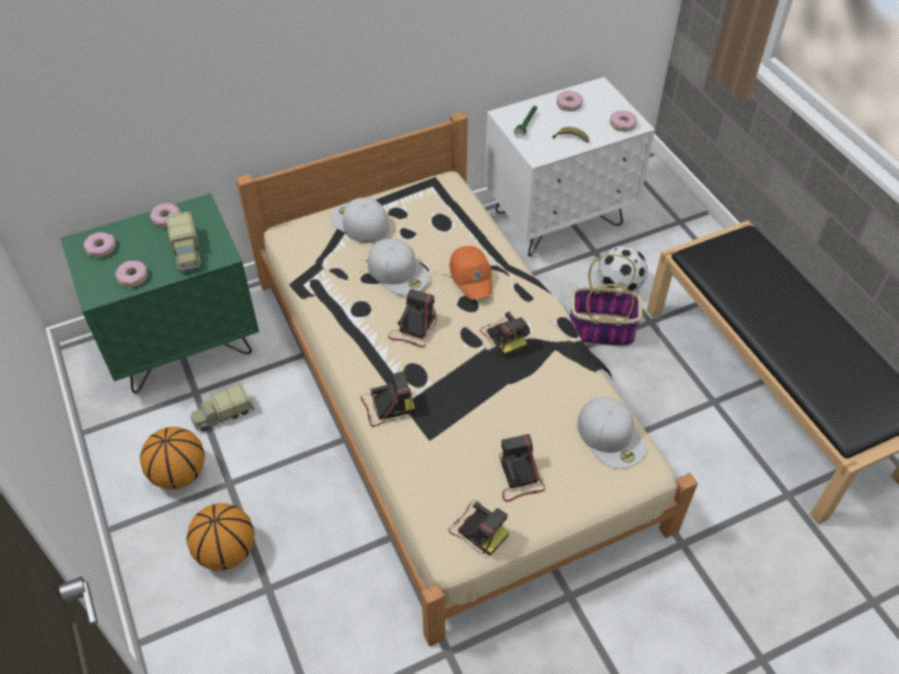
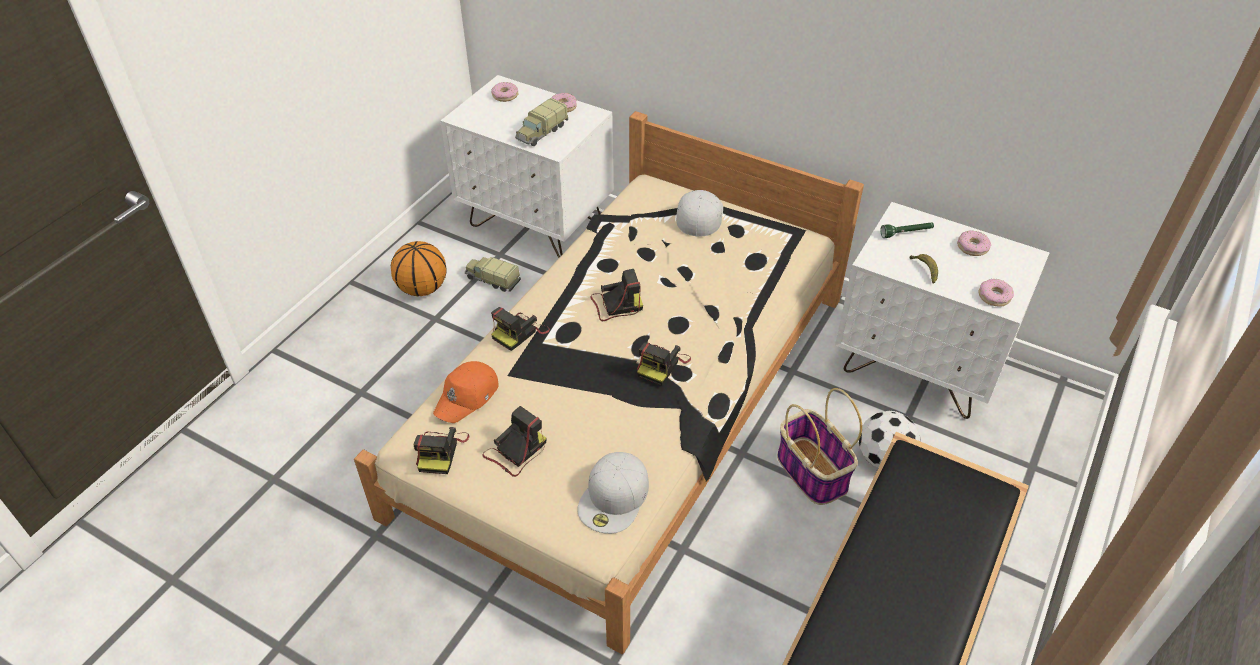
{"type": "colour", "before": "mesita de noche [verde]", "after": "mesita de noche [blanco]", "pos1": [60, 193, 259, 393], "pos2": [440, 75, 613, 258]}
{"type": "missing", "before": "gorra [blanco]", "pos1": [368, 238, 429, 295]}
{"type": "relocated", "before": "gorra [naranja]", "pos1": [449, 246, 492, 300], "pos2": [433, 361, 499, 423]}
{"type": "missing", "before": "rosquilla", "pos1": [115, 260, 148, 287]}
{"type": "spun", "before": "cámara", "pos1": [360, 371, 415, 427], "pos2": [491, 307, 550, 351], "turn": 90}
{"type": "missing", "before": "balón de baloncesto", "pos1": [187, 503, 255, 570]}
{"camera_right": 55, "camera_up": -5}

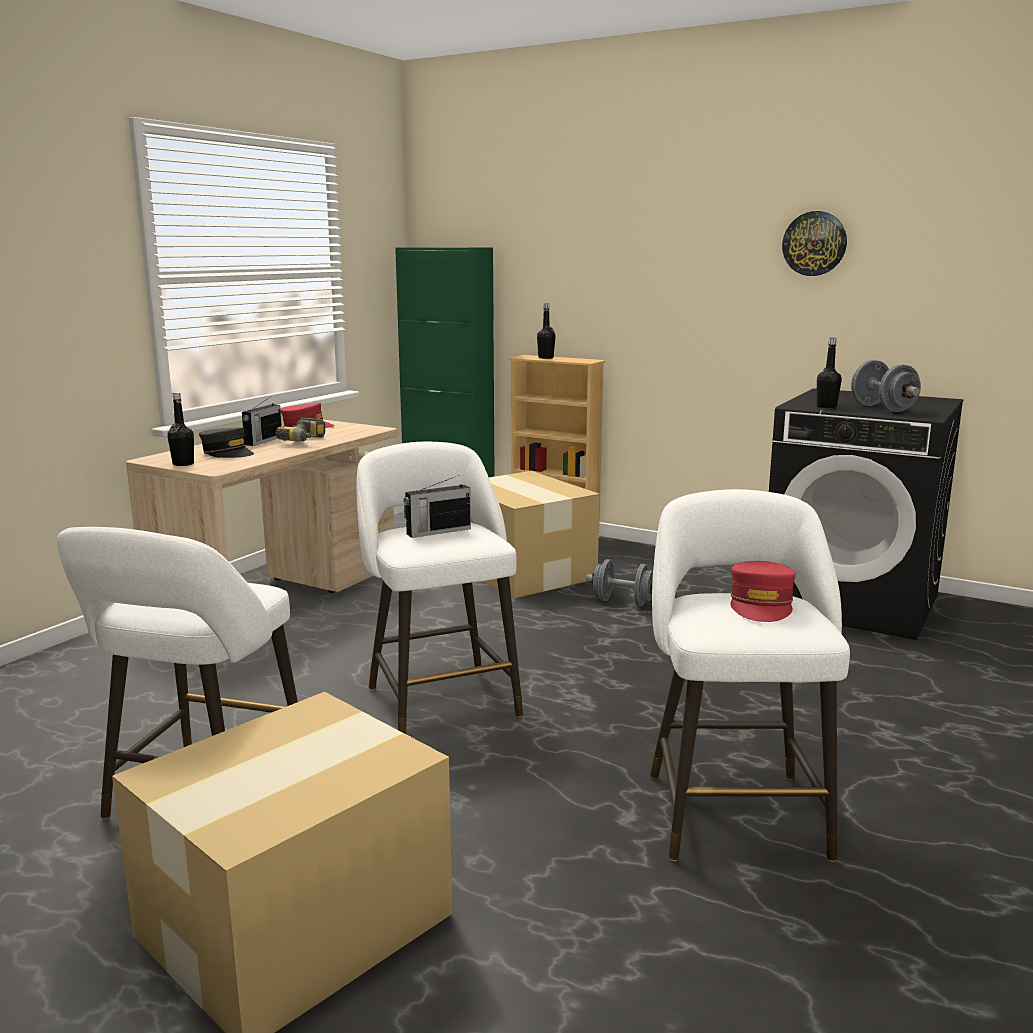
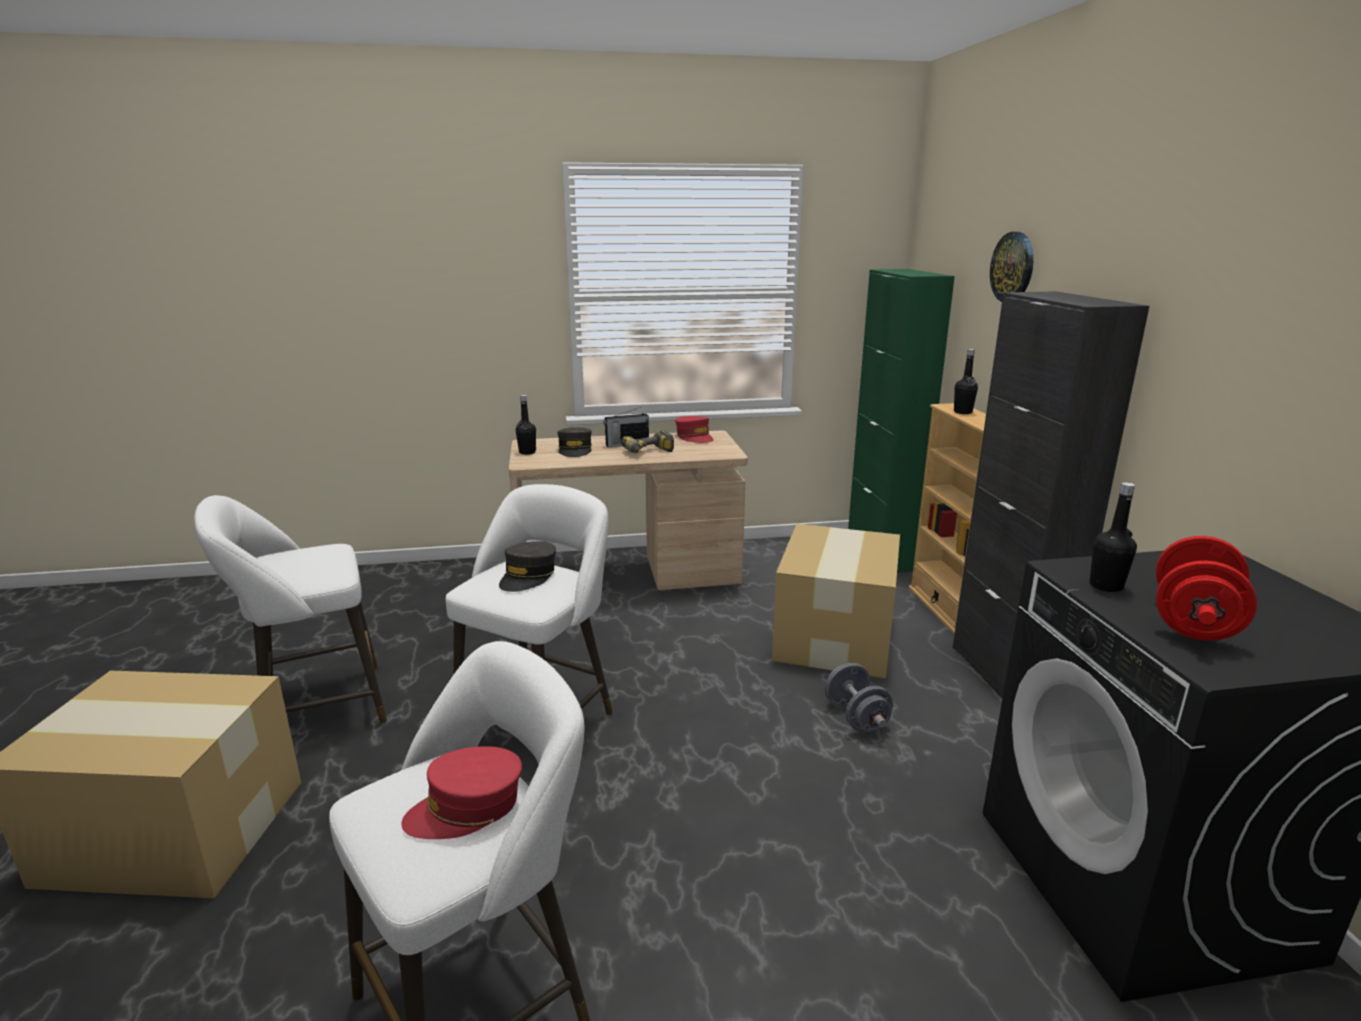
{"type": "relocated", "before": "reloj de pared", "pos1": [782, 211, 847, 276], "pos2": [990, 232, 1033, 302]}
{"type": "colour", "before": "mancuerna [gris]", "after": "mancuerna [rojo]", "pos1": [851, 360, 921, 412], "pos2": [1156, 536, 1257, 641]}
{"type": "exchanged", "before": "radio", "after": "gorra [gris]", "pos1": [404, 475, 471, 538], "pos2": [499, 541, 556, 592]}
{"type": "appeared", "after": "armario [negro]", "pos2": [953, 291, 1149, 698]}
{"camera_right": 50, "camera_up": 5}

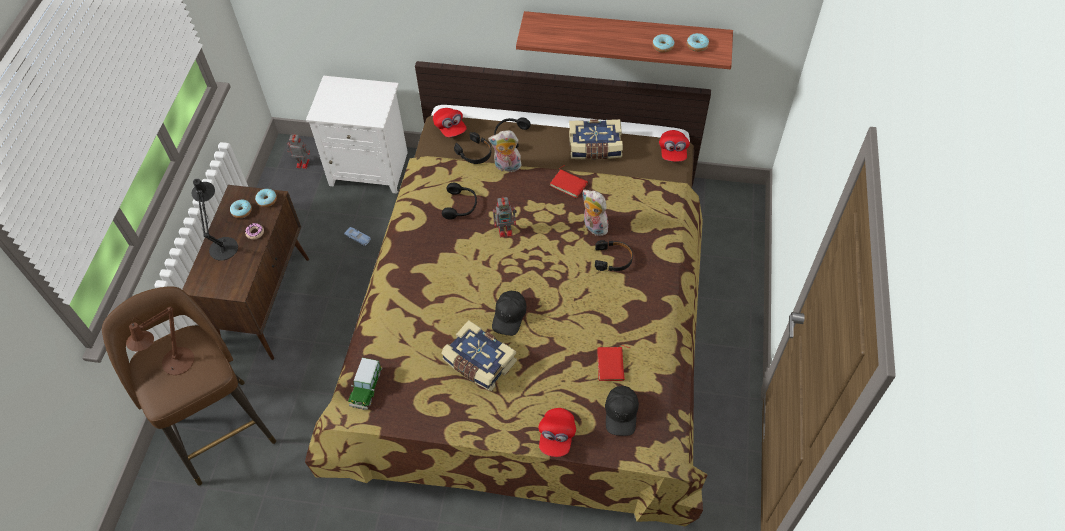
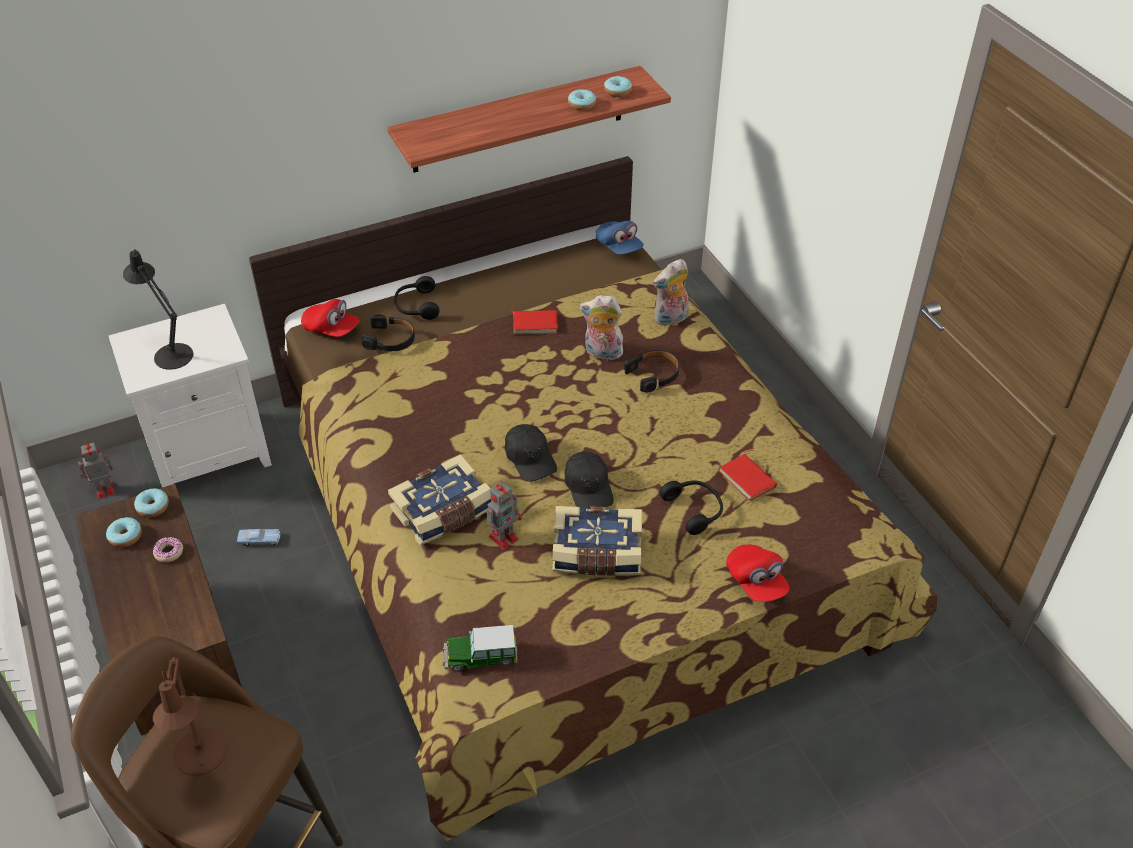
{"type": "relocated", "before": "libro", "pos1": [569, 119, 623, 160], "pos2": [388, 454, 491, 545]}
{"type": "relocated", "before": "peluche", "pos1": [488, 130, 523, 172], "pos2": [653, 259, 689, 326]}
{"type": "colour", "before": "gorra [rojo]", "after": "gorra [azul]", "pos1": [659, 130, 690, 162], "pos2": [595, 221, 644, 254]}
{"type": "relocated", "before": "lámpara de mesa [negro]", "pos1": [192, 178, 238, 261], "pos2": [123, 249, 194, 370]}
{"type": "relocated", "before": "auriculares [negro]", "pos1": [442, 183, 477, 220], "pos2": [660, 481, 723, 535]}
{"type": "relocated", "before": "robot de juguete", "pos1": [493, 197, 517, 237], "pos2": [486, 481, 522, 550]}
{"type": "spun", "before": "coche de juguete", "pos1": [348, 358, 382, 410], "pos2": [443, 625, 518, 672], "turn": 105}
{"type": "relocated", "before": "gorra [negro]", "pos1": [605, 386, 639, 436], "pos2": [505, 424, 557, 482]}
{"camera_right": -35, "camera_up": -10}

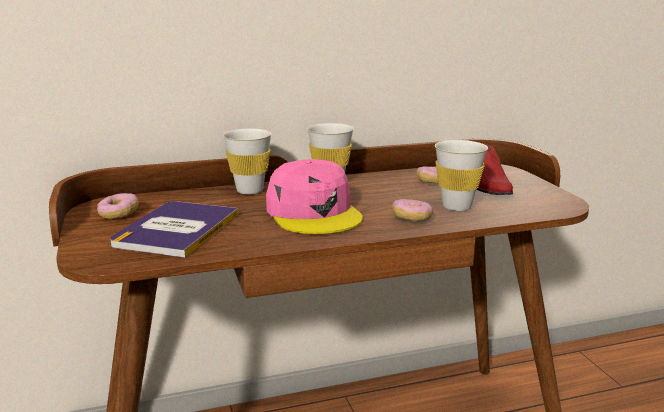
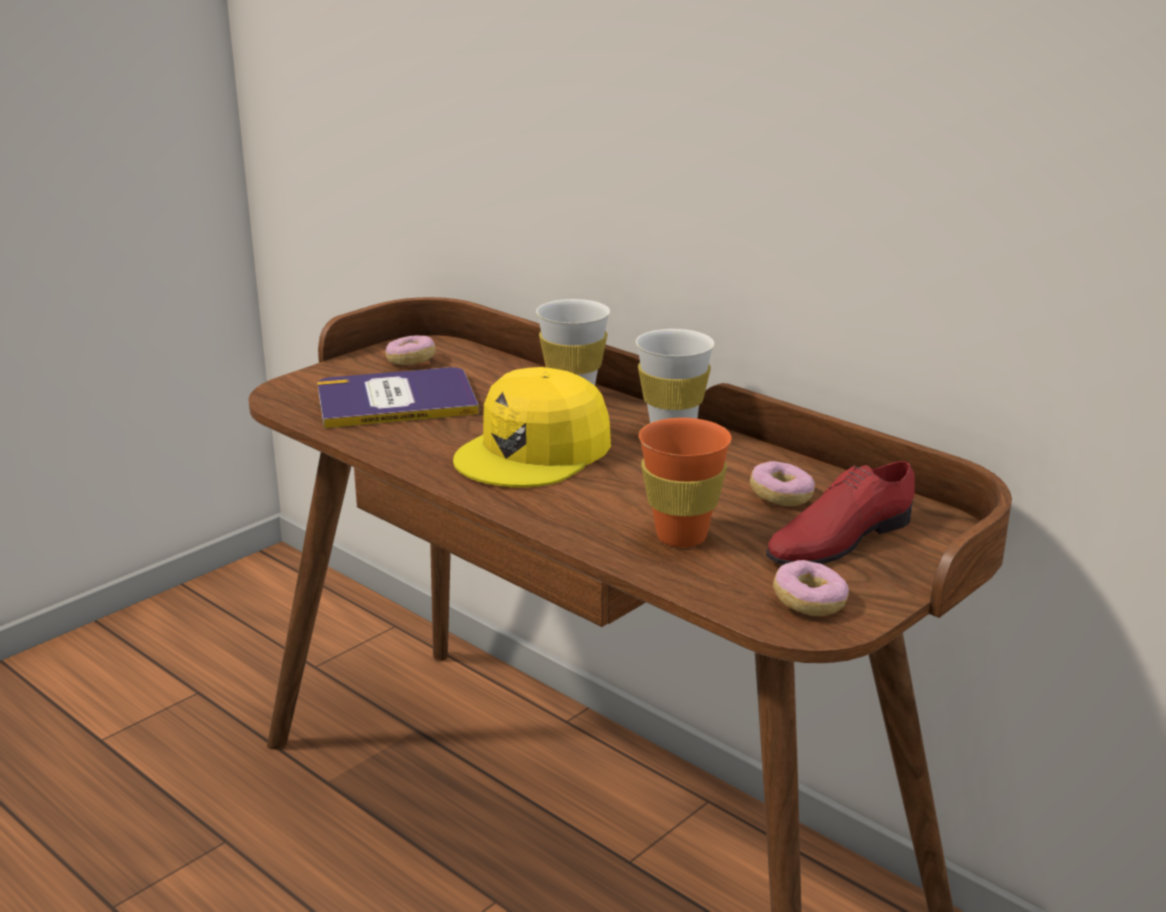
{"type": "colour", "before": "taza [blanco]", "after": "taza [naranja]", "pos1": [435, 140, 488, 211], "pos2": [639, 418, 732, 547]}
{"type": "colour", "before": "gorra [rosa]", "after": "gorra [amarillo]", "pos1": [266, 159, 363, 234], "pos2": [453, 367, 611, 487]}
{"type": "relocated", "before": "rosquilla", "pos1": [392, 199, 433, 221], "pos2": [773, 560, 849, 616]}
{"camera_right": 60, "camera_up": 5}

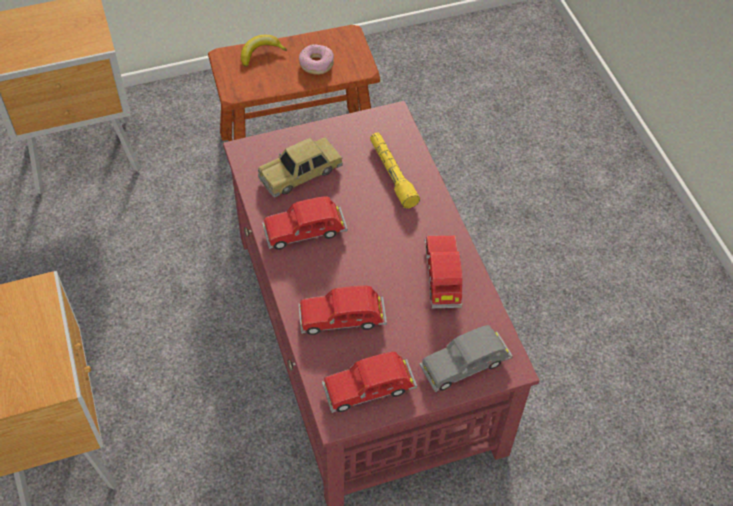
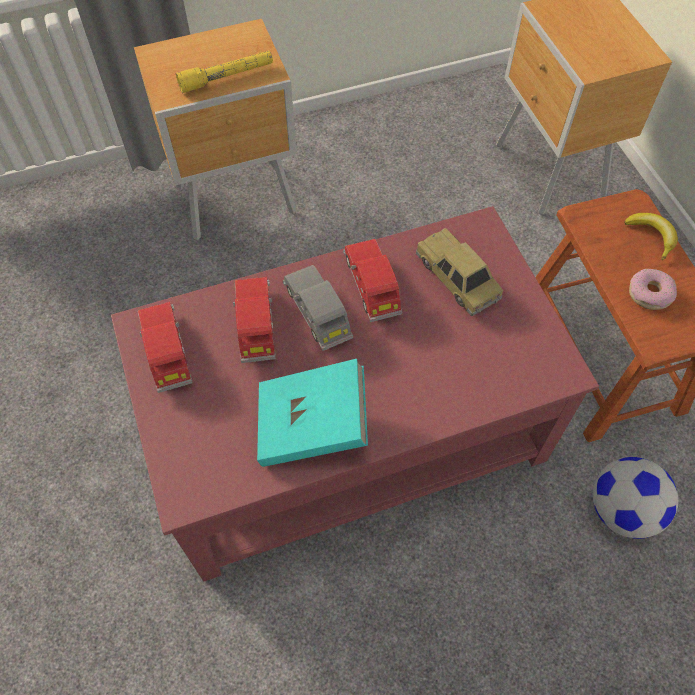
{"type": "relocated", "before": "linterna [amarillo]", "pos1": [370, 133, 420, 209], "pos2": [176, 51, 273, 93]}
{"type": "exchanged", "before": "coche de juguete [rojo]", "after": "libro [turquesa]", "pos1": [424, 235, 463, 308], "pos2": [257, 359, 368, 467]}
{"type": "relocated", "before": "coche de juguete [gris]", "pos1": [420, 325, 513, 392], "pos2": [282, 265, 354, 351]}
{"type": "appeared", "after": "balón de fútbol", "pos2": [592, 457, 679, 539]}
{"camera_right": 90, "camera_up": 5}

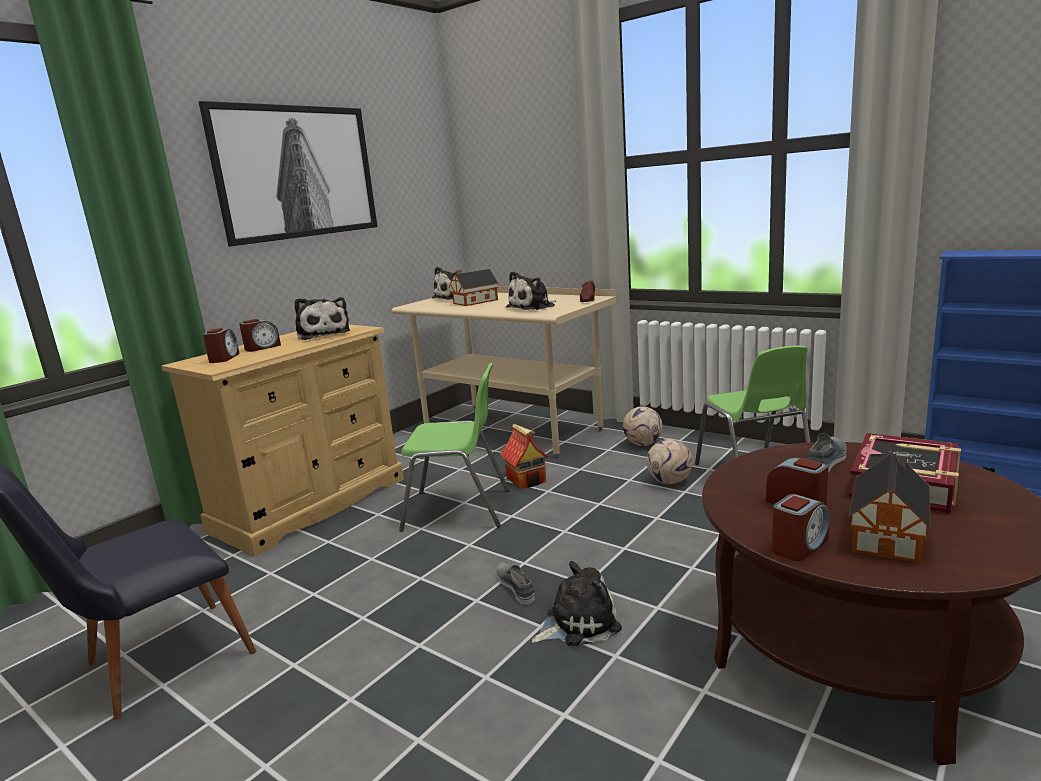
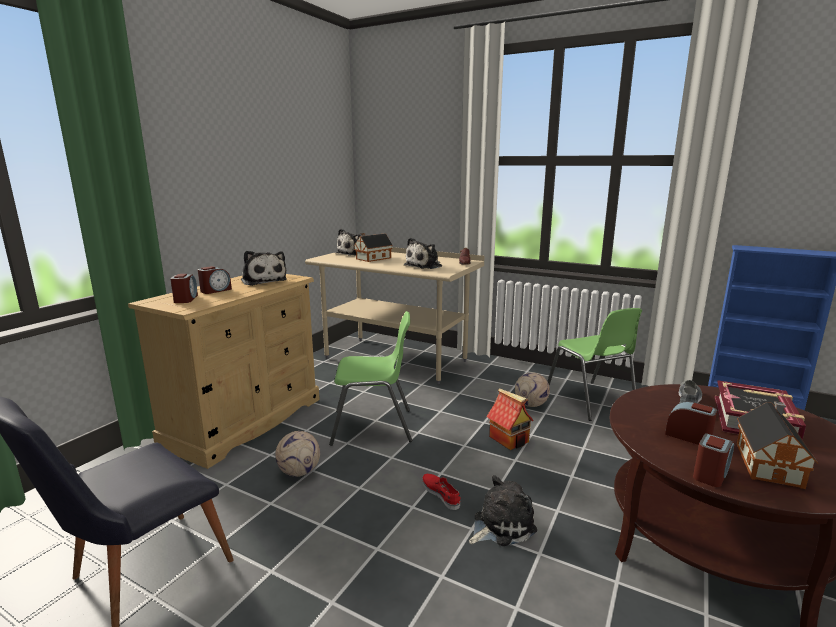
{"type": "missing", "before": "cuadro", "pos1": [199, 101, 378, 246]}
{"type": "relocated", "before": "balón de fútbol", "pos1": [623, 406, 663, 446], "pos2": [275, 431, 320, 477]}
{"type": "relocated", "before": "casita", "pos1": [500, 424, 548, 489], "pos2": [486, 388, 534, 450]}
{"type": "colour", "before": "zapato [gris]", "after": "zapato [rojo]", "pos1": [496, 562, 535, 605], "pos2": [422, 474, 461, 510]}
{"camera_right": -10, "camera_up": 0}

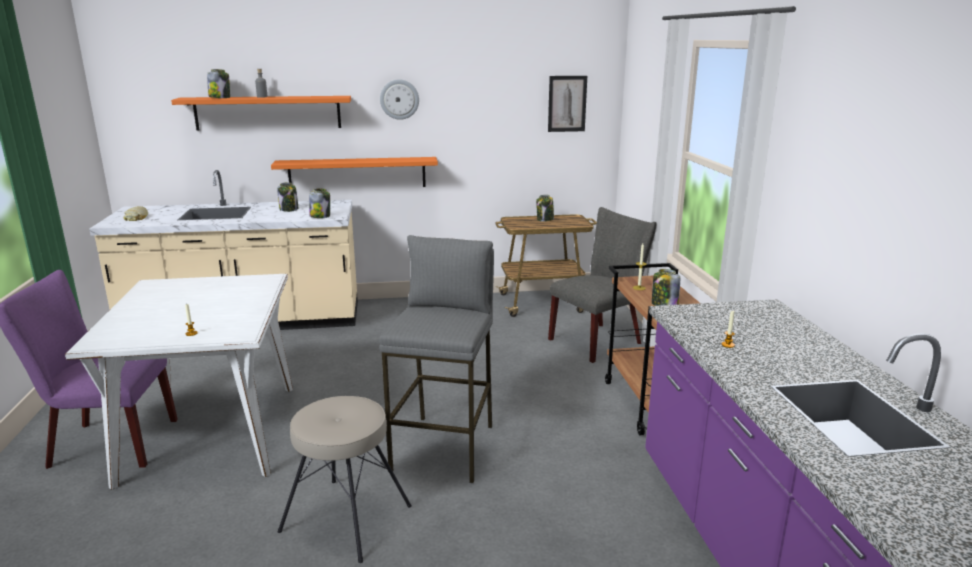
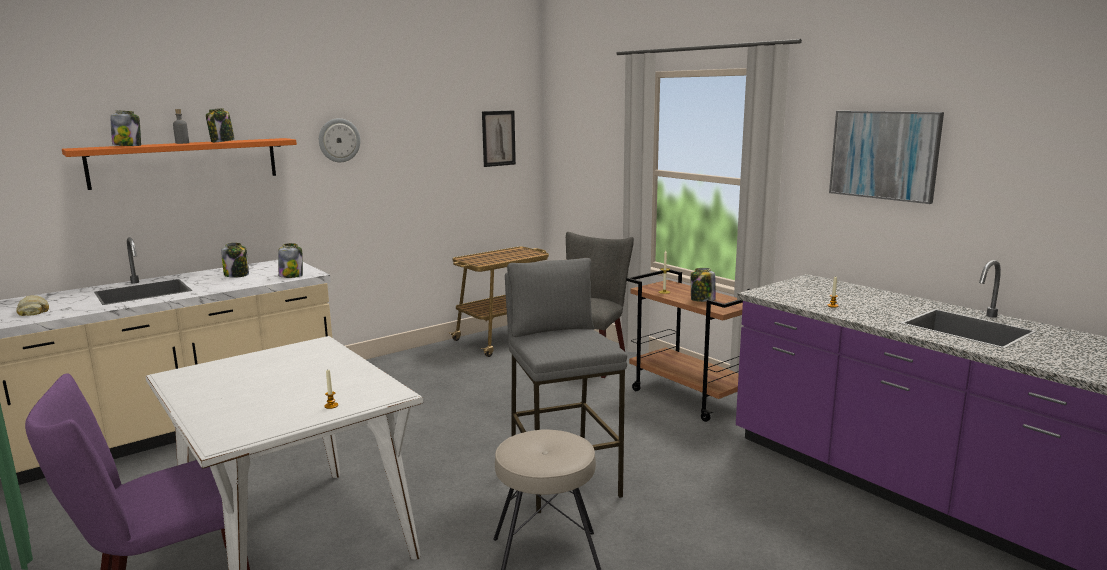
{"type": "missing", "before": "estante [naranja]", "pos1": [271, 157, 438, 187]}
{"type": "relocated", "before": "tarro", "pos1": [536, 195, 554, 222], "pos2": [206, 108, 235, 142]}
{"type": "appeared", "after": "cuadro", "pos2": [829, 111, 944, 204]}
{"camera_right": -30, "camera_up": -5}

